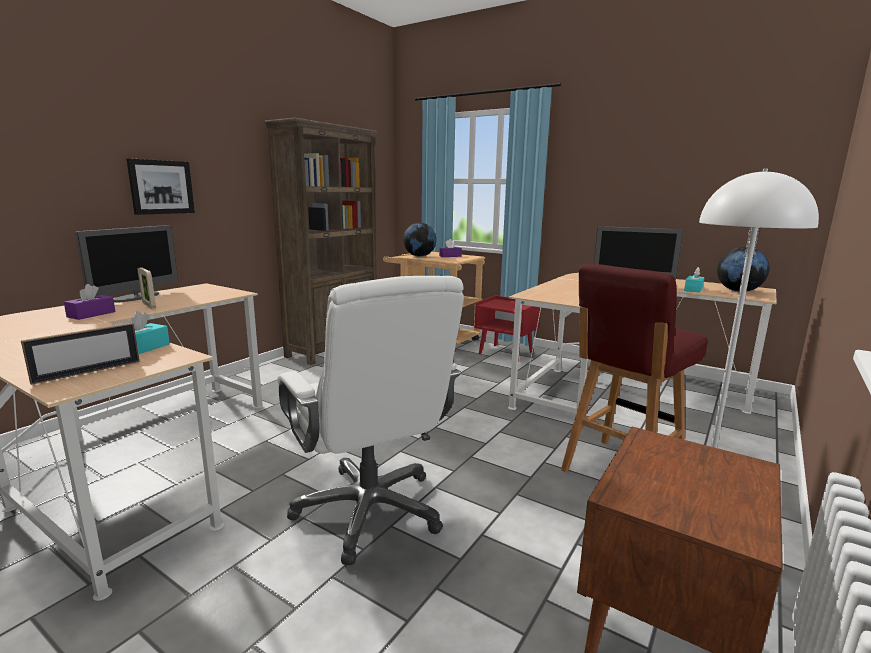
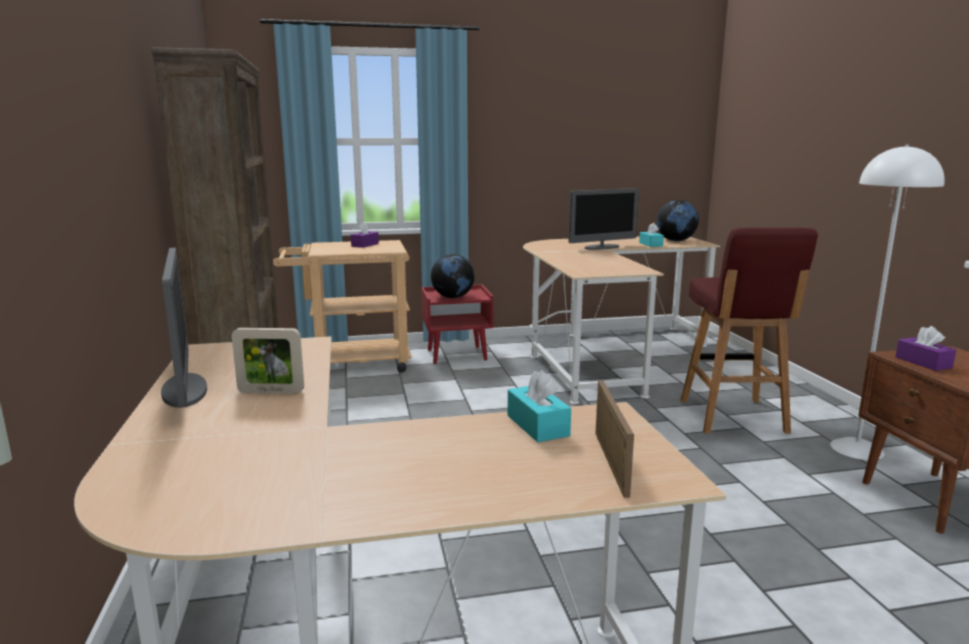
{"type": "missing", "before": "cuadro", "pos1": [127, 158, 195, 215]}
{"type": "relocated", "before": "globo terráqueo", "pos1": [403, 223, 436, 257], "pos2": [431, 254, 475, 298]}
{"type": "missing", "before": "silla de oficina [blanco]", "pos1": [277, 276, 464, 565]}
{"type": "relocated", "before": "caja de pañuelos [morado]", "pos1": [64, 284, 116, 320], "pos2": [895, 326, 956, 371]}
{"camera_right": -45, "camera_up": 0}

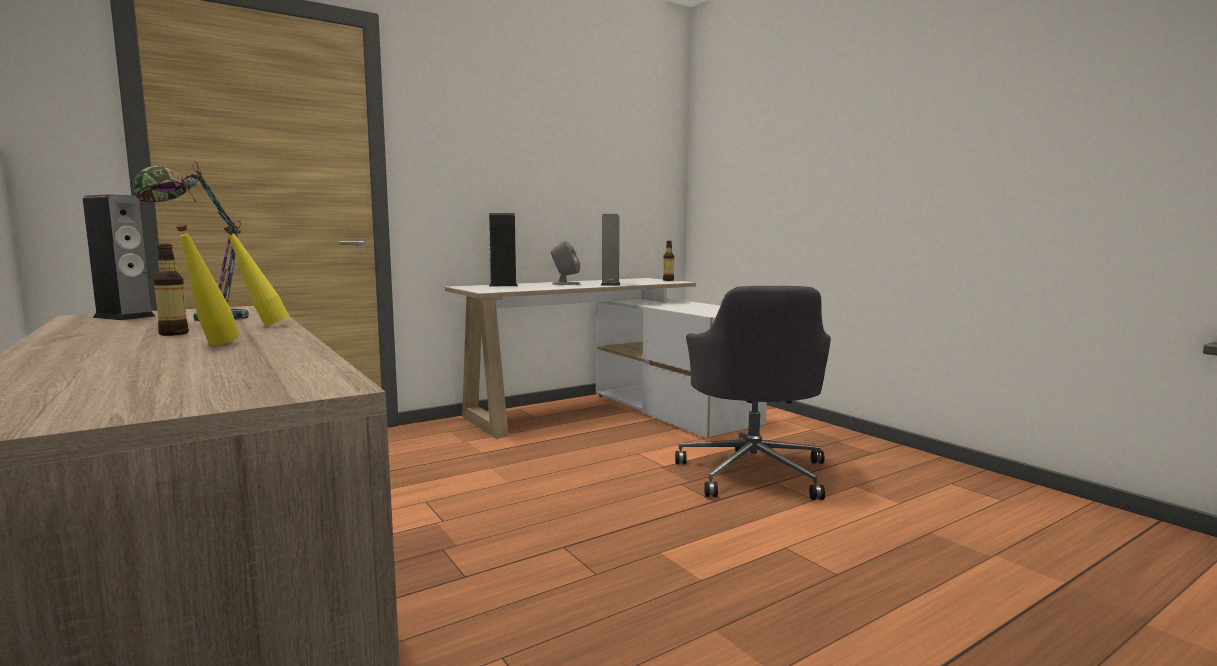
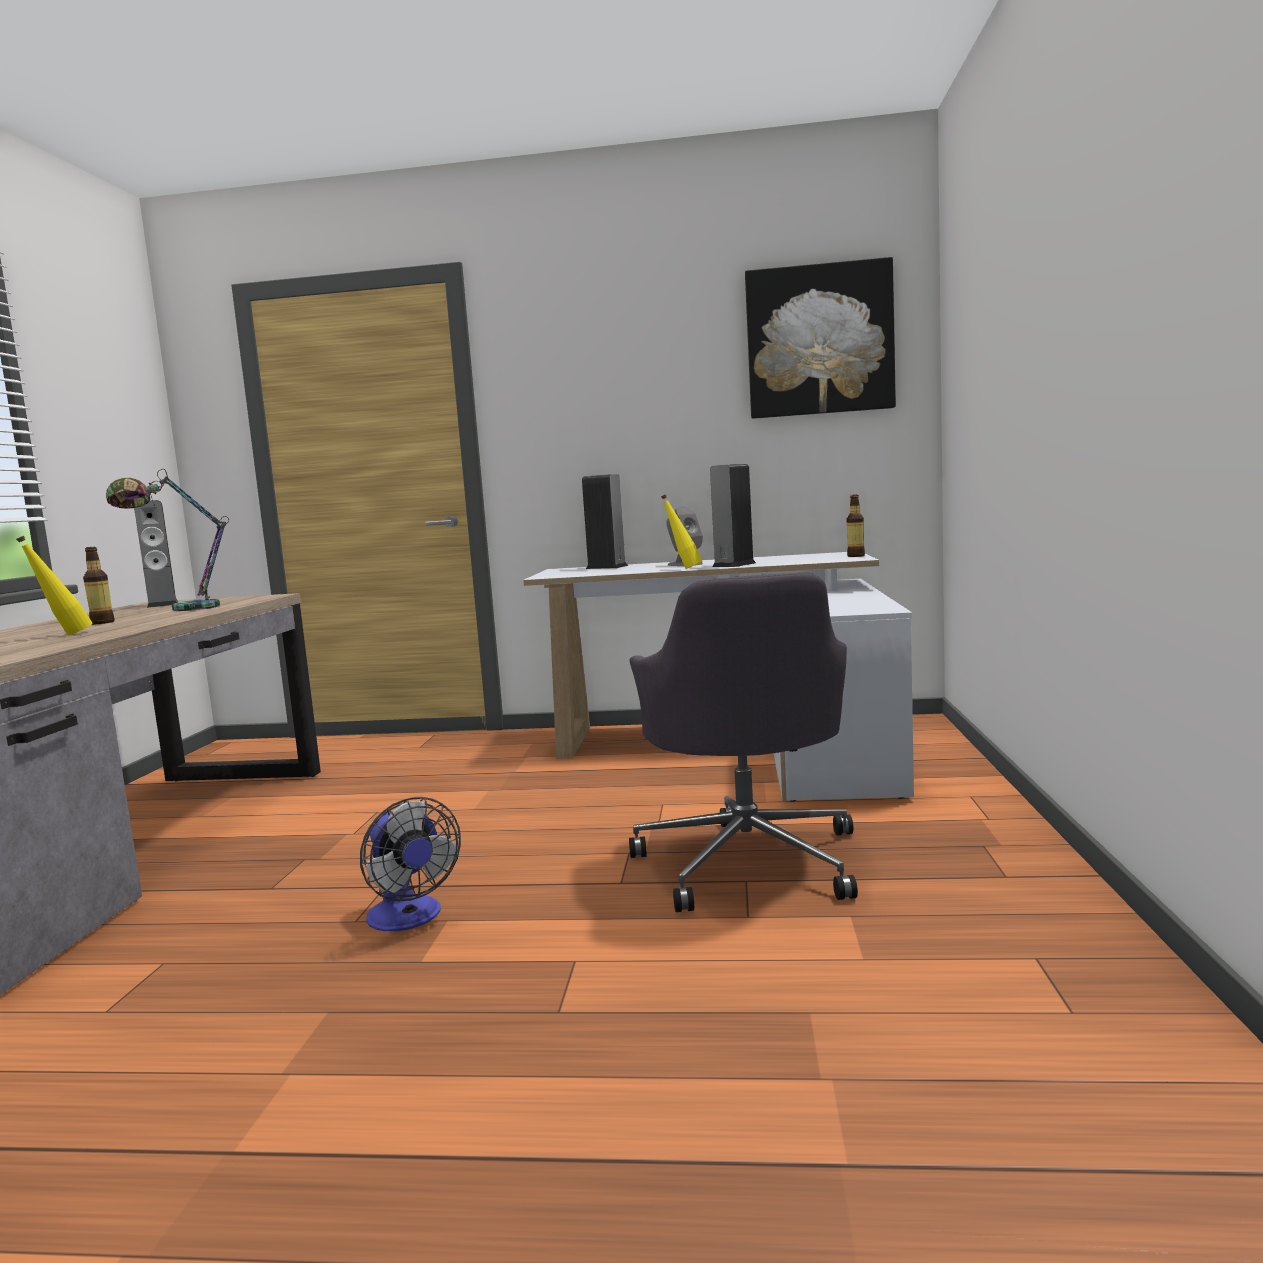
{"type": "relocated", "before": "botella [amarillo]", "pos1": [224, 226, 290, 327], "pos2": [661, 495, 702, 569]}
{"type": "spun", "before": "silla de oficina [gris]", "pos1": [675, 286, 831, 500], "pos2": [629, 573, 858, 912], "turn": -45}
{"type": "appeared", "after": "cuadro", "pos2": [745, 257, 896, 419]}
{"type": "appeared", "after": "ventilador", "pos2": [360, 797, 461, 931]}
{"camera_right": 40, "camera_up": 0}

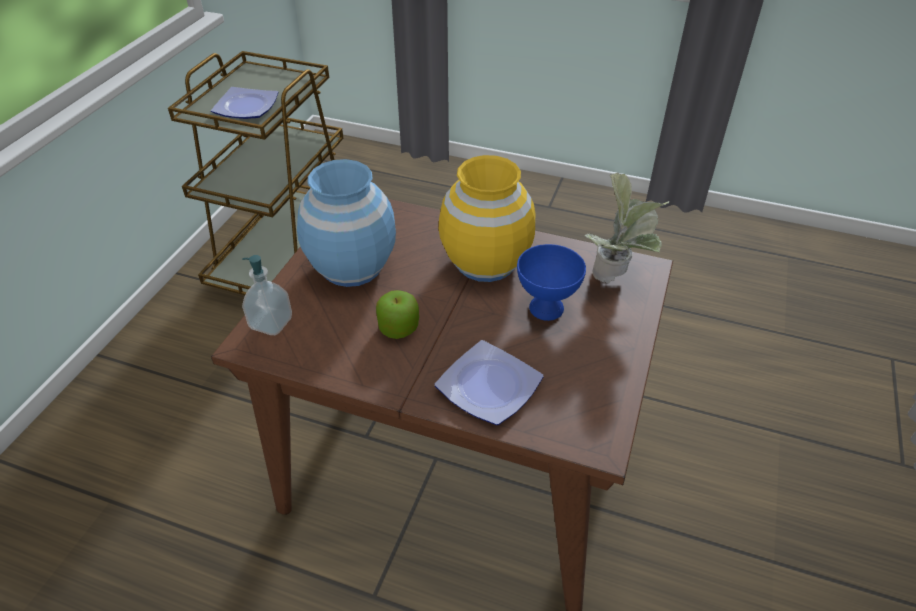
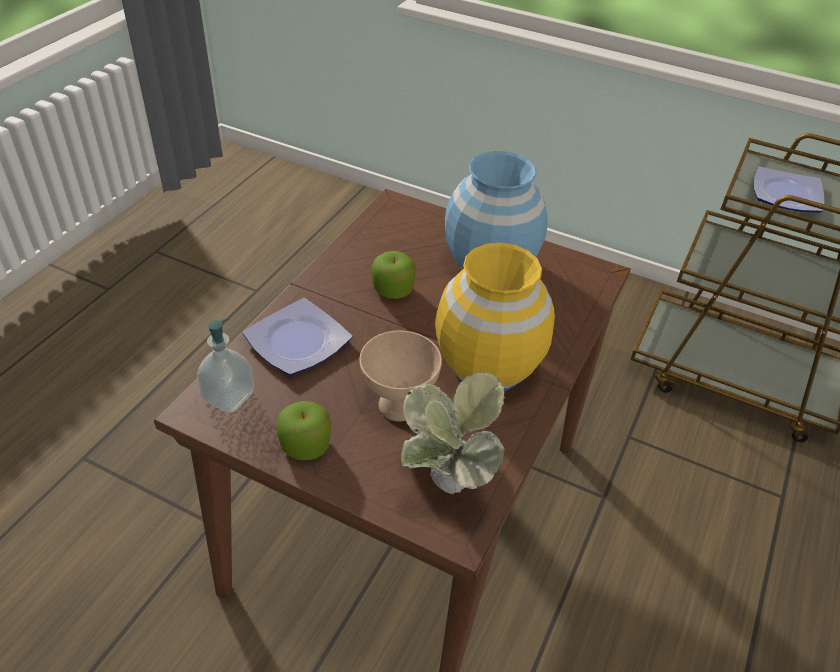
{"type": "colour", "before": "cuenco [azul]", "after": "cuenco [beis]", "pos1": [517, 244, 586, 321], "pos2": [359, 330, 442, 421]}
{"type": "relocated", "before": "dispensador de jabón", "pos1": [242, 255, 292, 335], "pos2": [196, 318, 254, 413]}
{"type": "appeared", "after": "manzana", "pos2": [276, 401, 331, 460]}
{"camera_right": 95, "camera_up": 0}

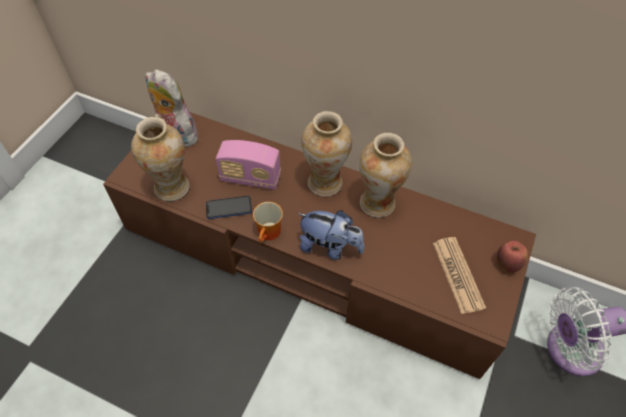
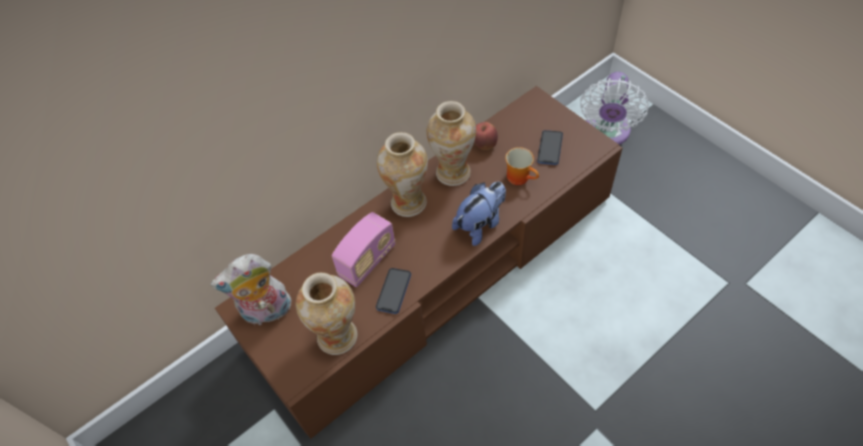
{"type": "relocated", "before": "taza grande", "pos1": [253, 202, 283, 242], "pos2": [505, 147, 539, 185]}
{"type": "exchanged", "before": "periódico", "after": "móvil", "pos1": [433, 237, 486, 314], "pos2": [537, 130, 563, 165]}
{"type": "relocated", "before": "manzana", "pos1": [497, 241, 528, 273], "pos2": [474, 122, 498, 150]}
{"camera_right": -60, "camera_up": 0}

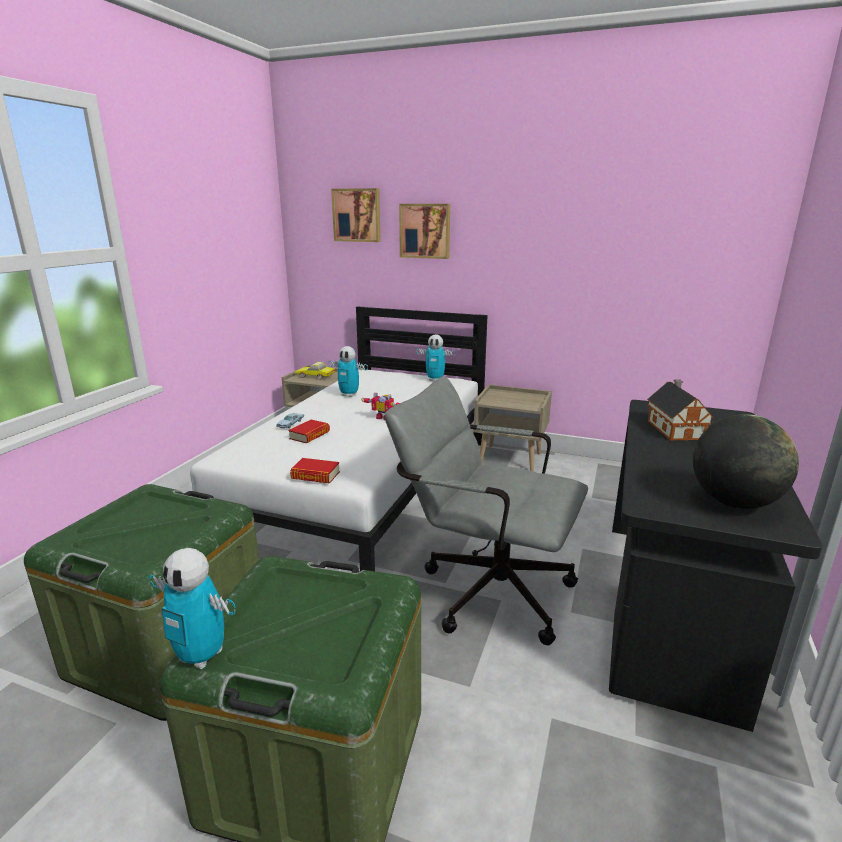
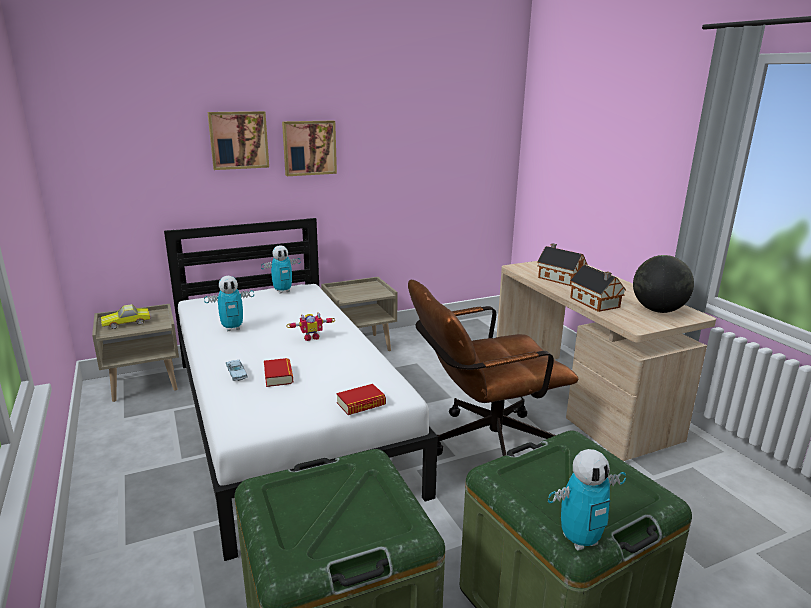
{"type": "relocated", "before": "cuadro", "pos1": [331, 188, 381, 242], "pos2": [282, 120, 337, 176]}
{"type": "colour", "before": "silla de oficina [gris]", "after": "silla de oficina [marrón]", "pos1": [385, 376, 588, 645], "pos2": [408, 280, 579, 456]}
{"type": "colour", "before": "escritorio [negro]", "after": "escritorio [beis]", "pos1": [609, 400, 823, 732], "pos2": [497, 261, 716, 461]}
{"type": "appeared", "after": "casita", "pos2": [570, 265, 626, 312]}
{"camera_right": -45, "camera_up": 0}

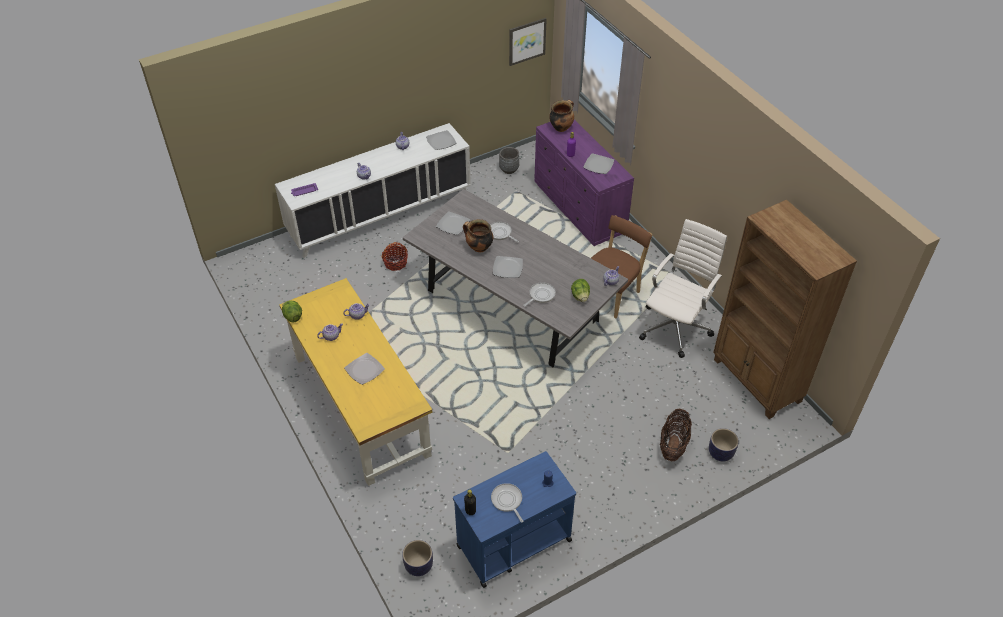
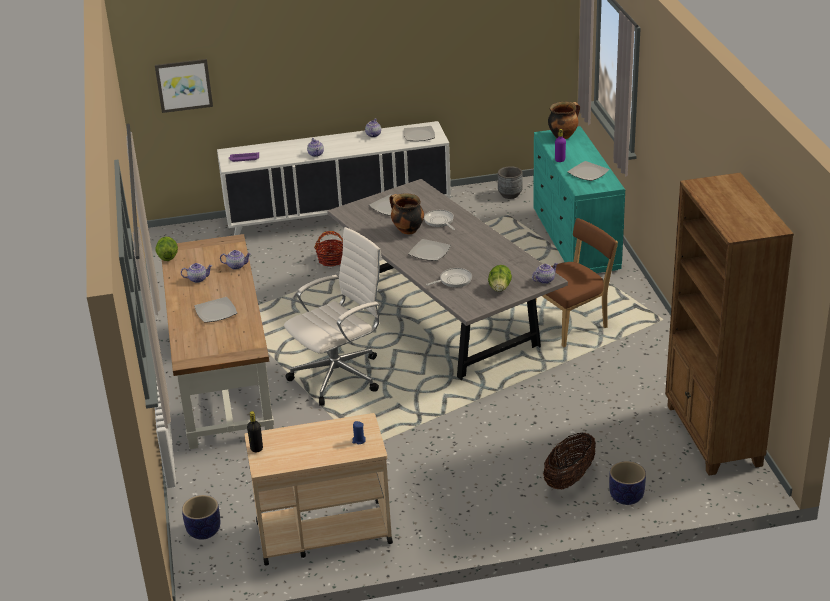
{"type": "relocated", "before": "cuadro", "pos1": [509, 18, 547, 66], "pos2": [155, 59, 213, 113]}
{"type": "colour", "before": "cómoda [morado]", "after": "cómoda [turquesa]", "pos1": [534, 119, 634, 246], "pos2": [533, 126, 625, 273]}
{"type": "relocated", "before": "silla de oficina [blanco]", "pos1": [639, 219, 727, 358], "pos2": [284, 227, 382, 406]}
{"type": "colour", "before": "escritorio [amarillo]", "after": "escritorio [marrón]", "pos1": [279, 278, 433, 486], "pos2": [162, 234, 274, 450]}
{"type": "colour", "before": "carrito [azul]", "after": "carrito [beis]", "pos1": [453, 451, 576, 588], "pos2": [244, 413, 393, 565]}
{"type": "missing", "before": "sartén", "pos1": [491, 483, 523, 523]}
{"camera_right": 20, "camera_up": -15}

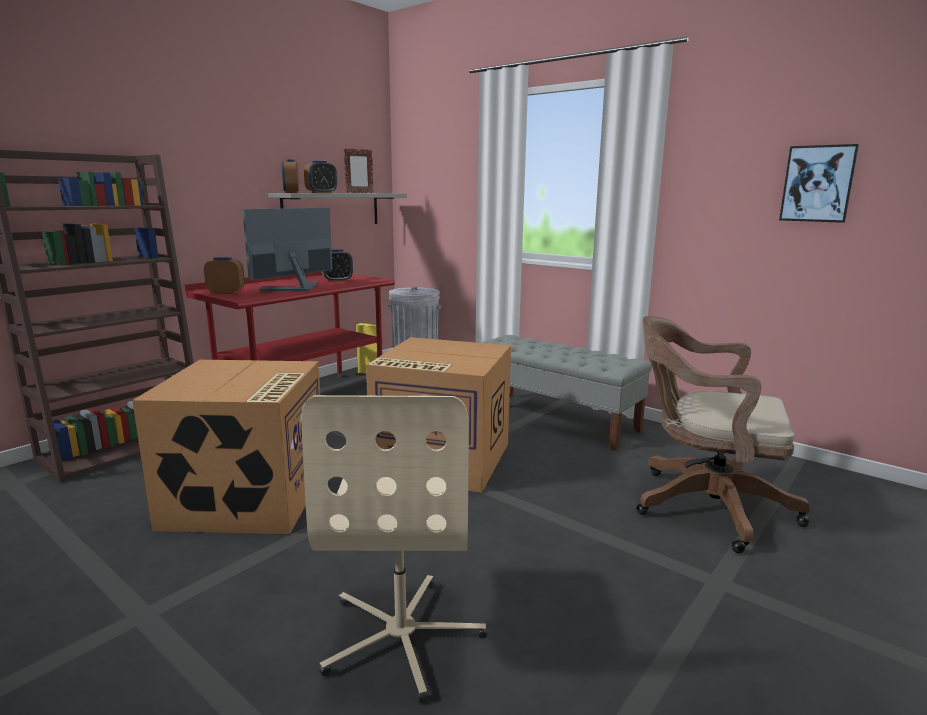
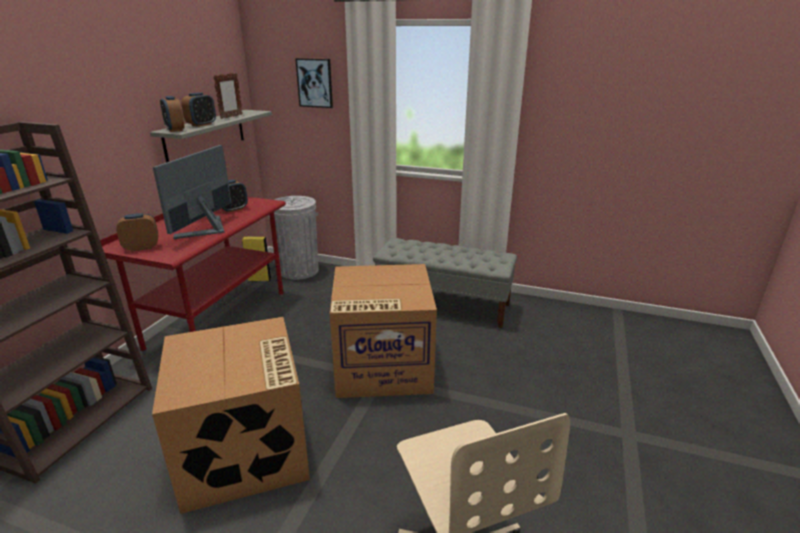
{"type": "relocated", "before": "cuadro", "pos1": [779, 144, 859, 223], "pos2": [296, 58, 333, 108]}
{"type": "missing", "before": "silla de oficina [marrón]", "pos1": [636, 316, 810, 553]}
{"camera_right": -20, "camera_up": 10}

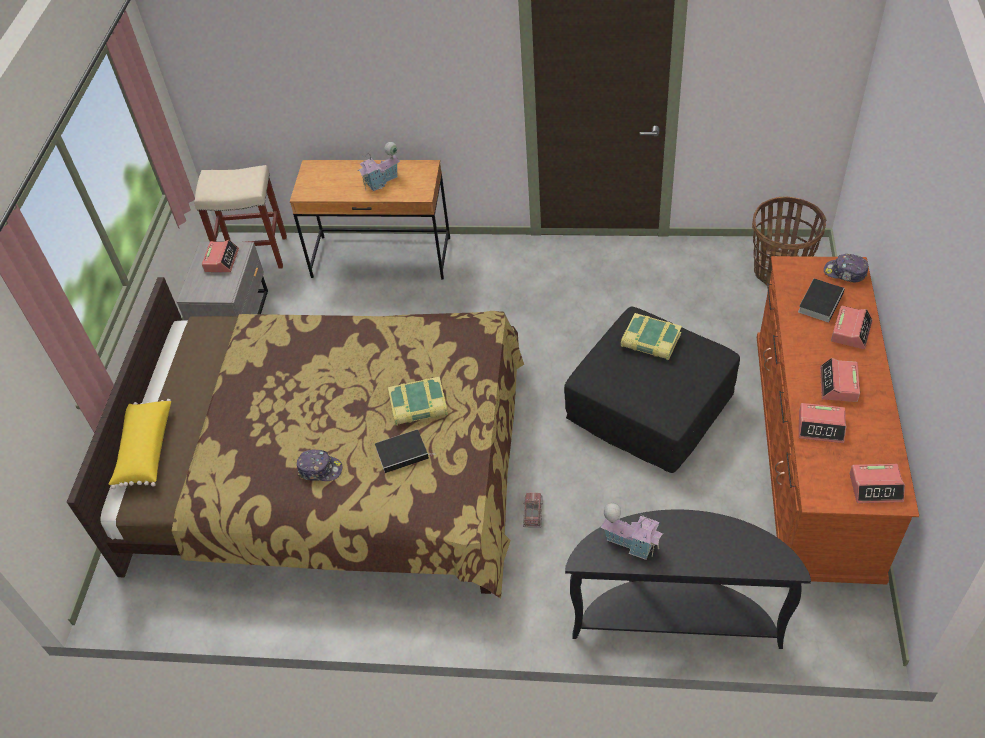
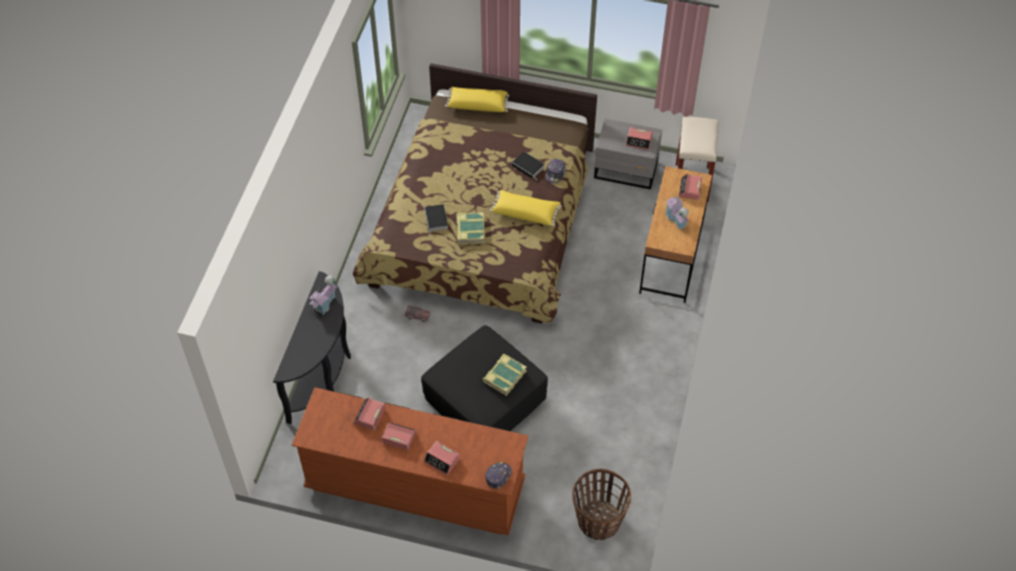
{"type": "relocated", "before": "libro", "pos1": [798, 279, 845, 323], "pos2": [512, 151, 544, 181]}
{"type": "relocated", "before": "gorra", "pos1": [297, 449, 342, 481], "pos2": [545, 159, 566, 183]}
{"type": "relocated", "before": "despertador", "pos1": [850, 464, 905, 503], "pos2": [679, 173, 702, 200]}
{"type": "appeared", "after": "cojín [amarillo]", "pos2": [490, 190, 562, 226]}
{"camera_right": 95, "camera_up": 5}

